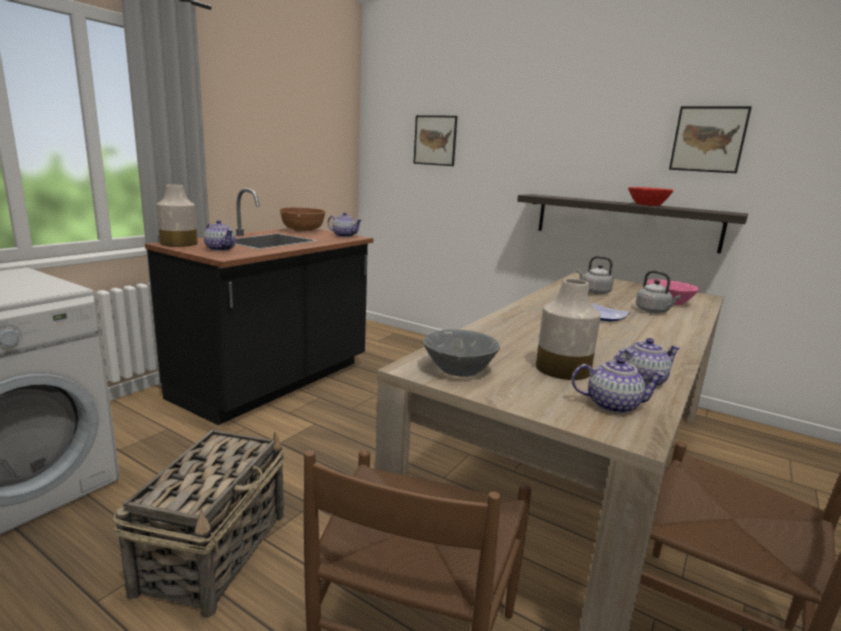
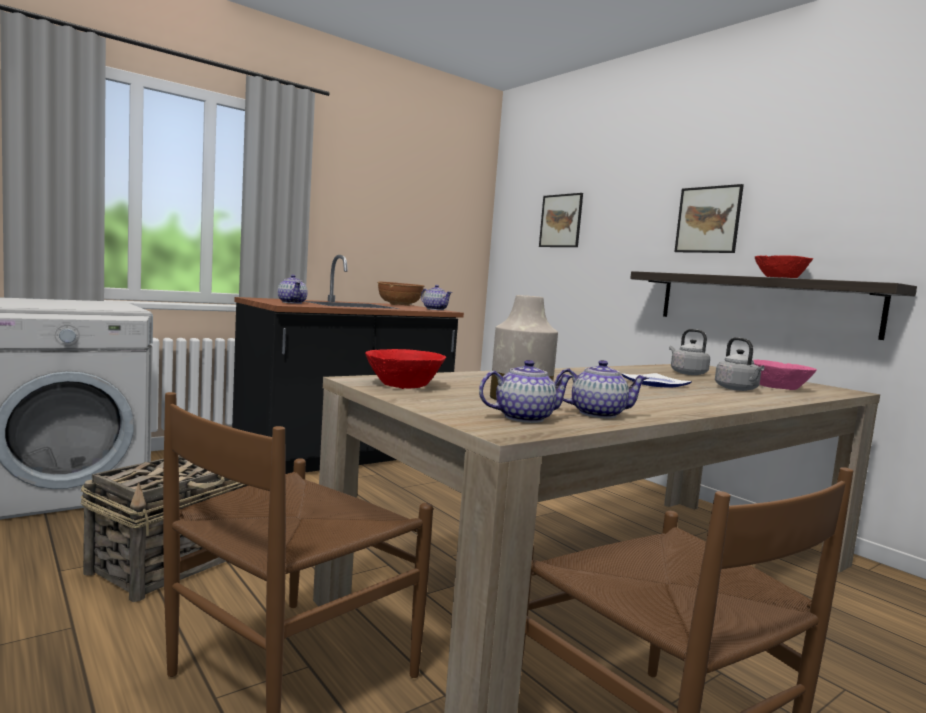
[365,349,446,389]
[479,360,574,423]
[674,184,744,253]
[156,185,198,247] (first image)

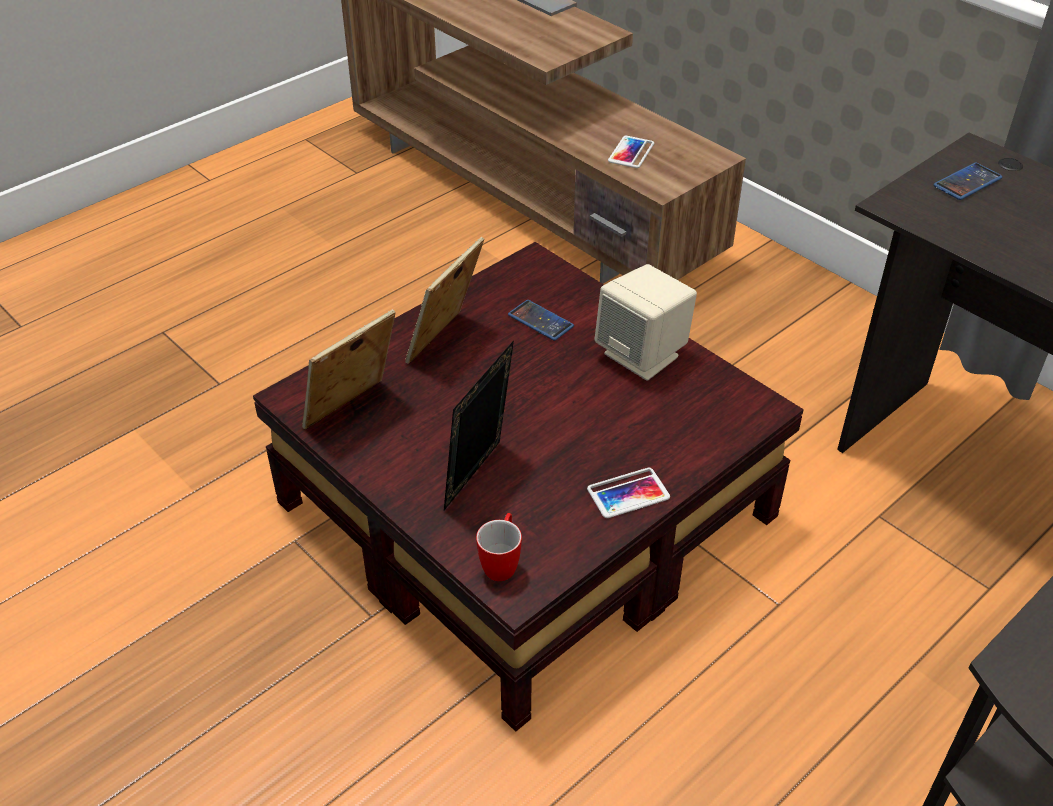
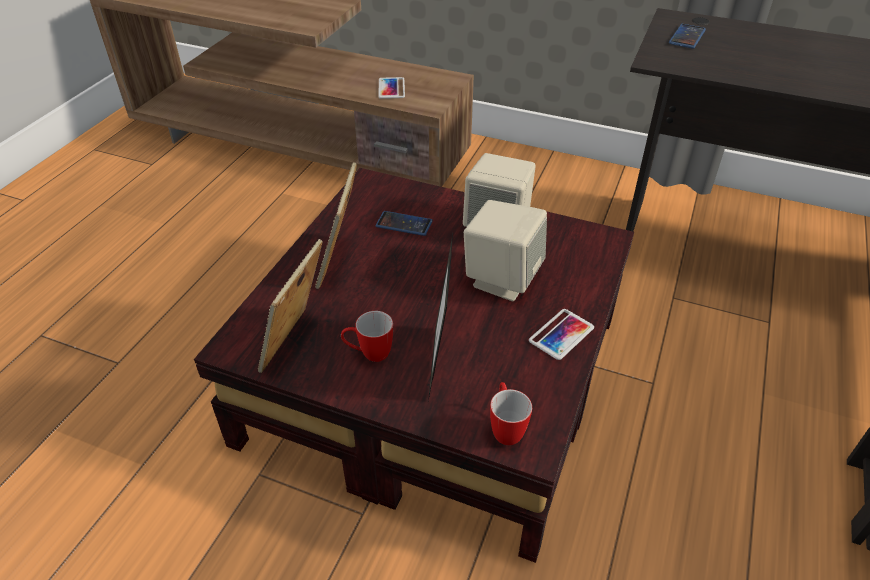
[341,311,393,362]
[464,200,547,301]

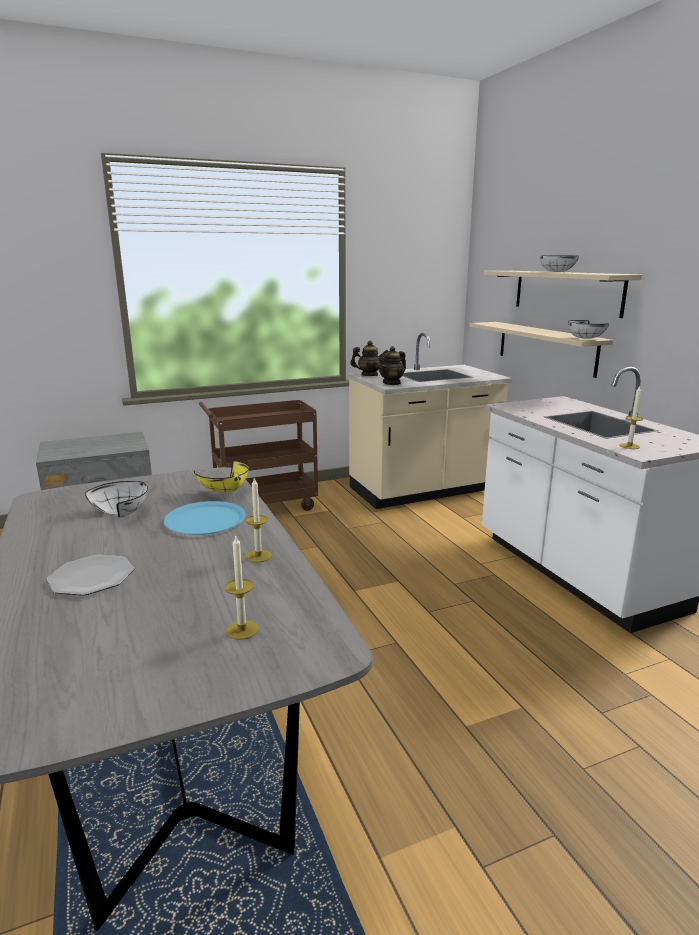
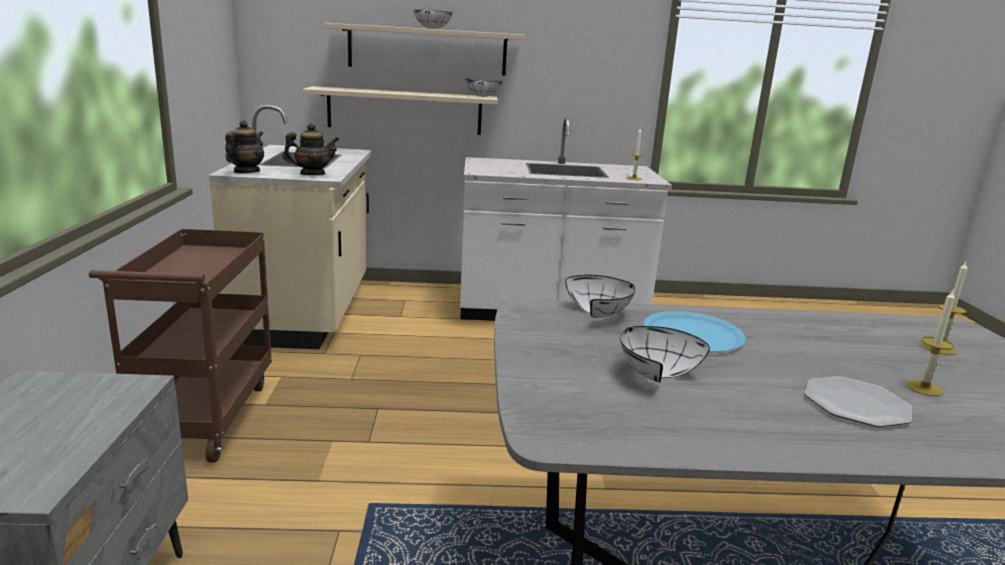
[283,123,339,175]
[565,275,635,318]
[906,290,955,396]

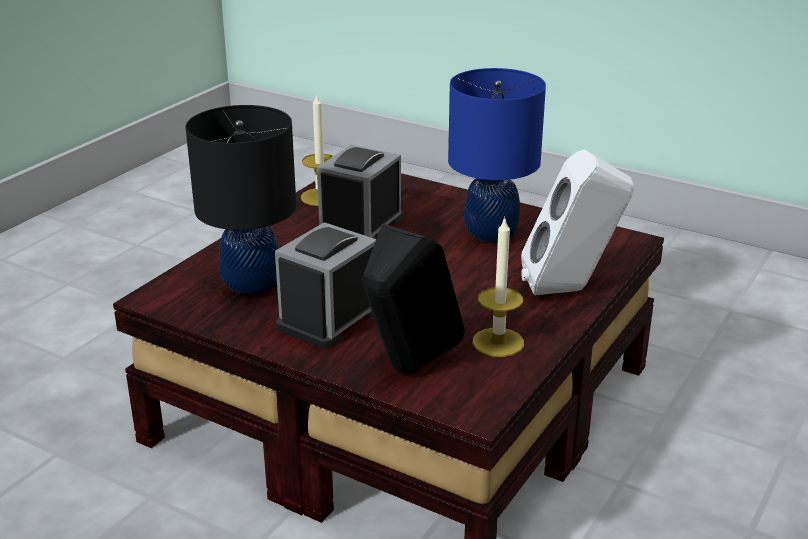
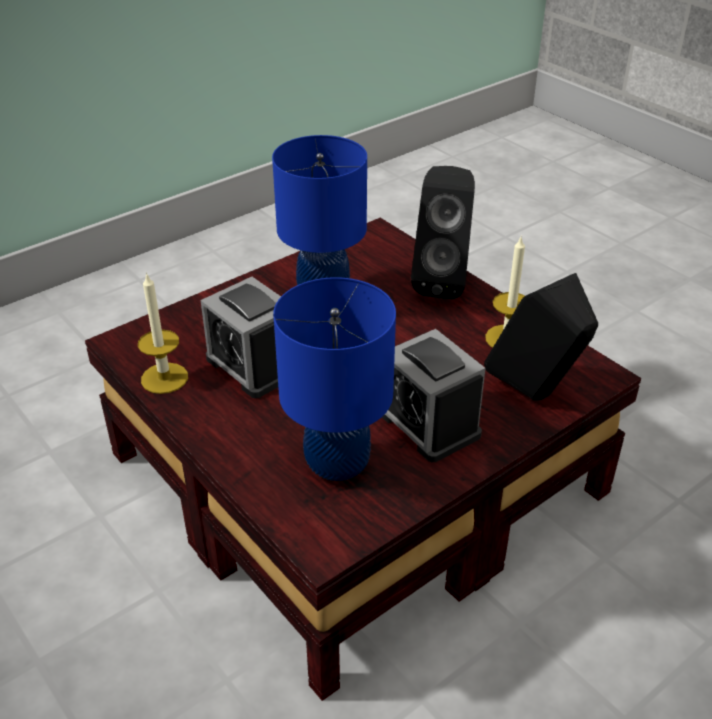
[273,277,396,481]
[411,166,475,299]

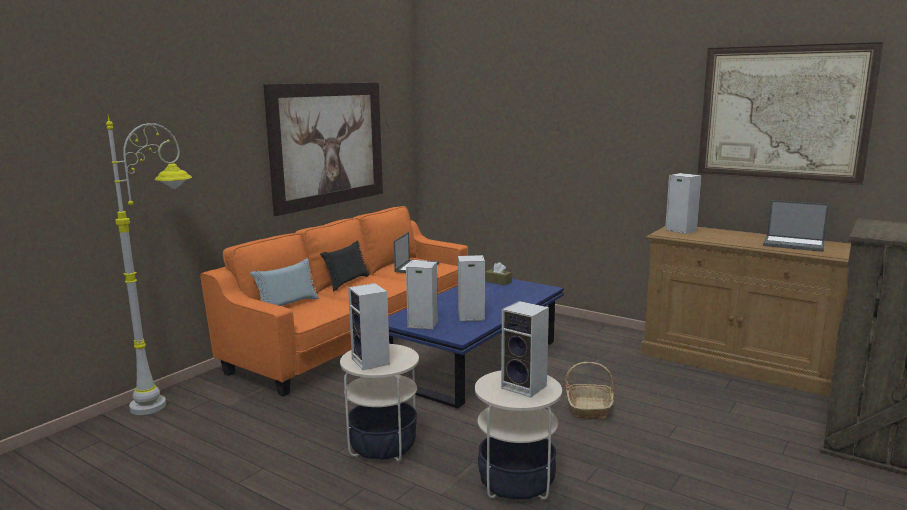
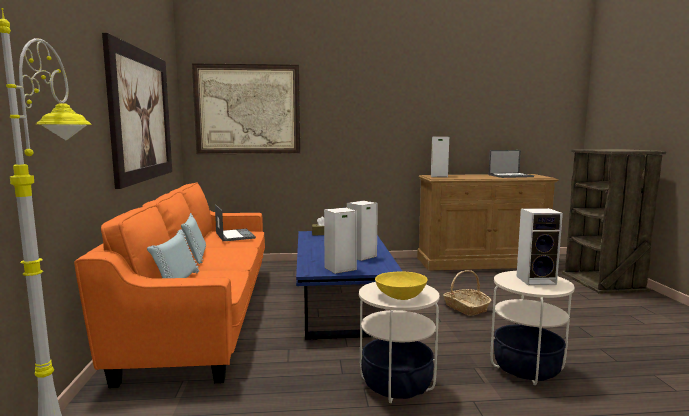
[181,213,206,264]
[192,63,300,154]
[375,271,428,300]

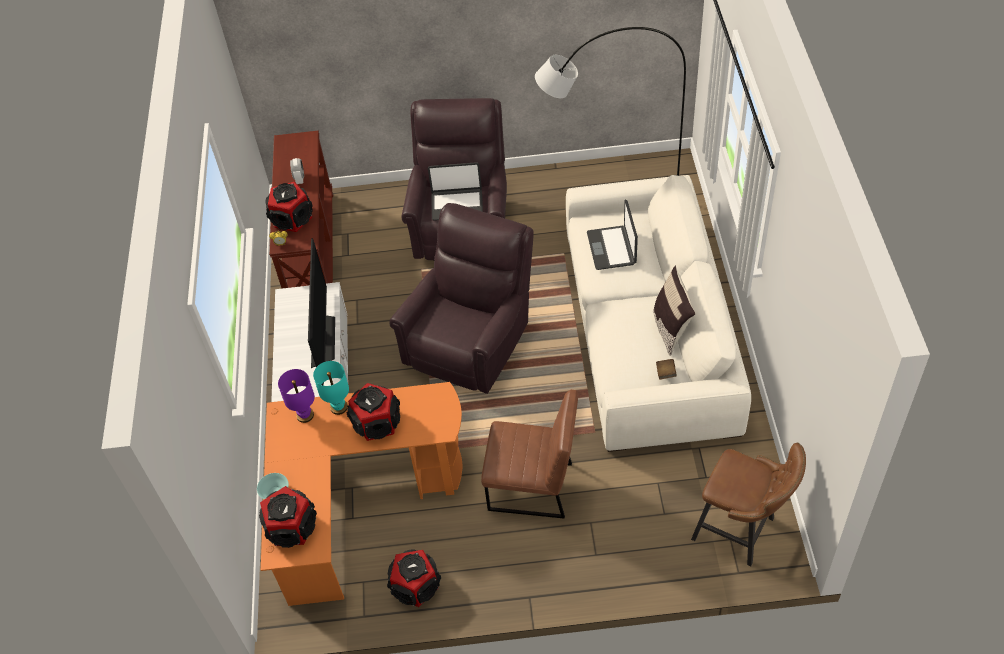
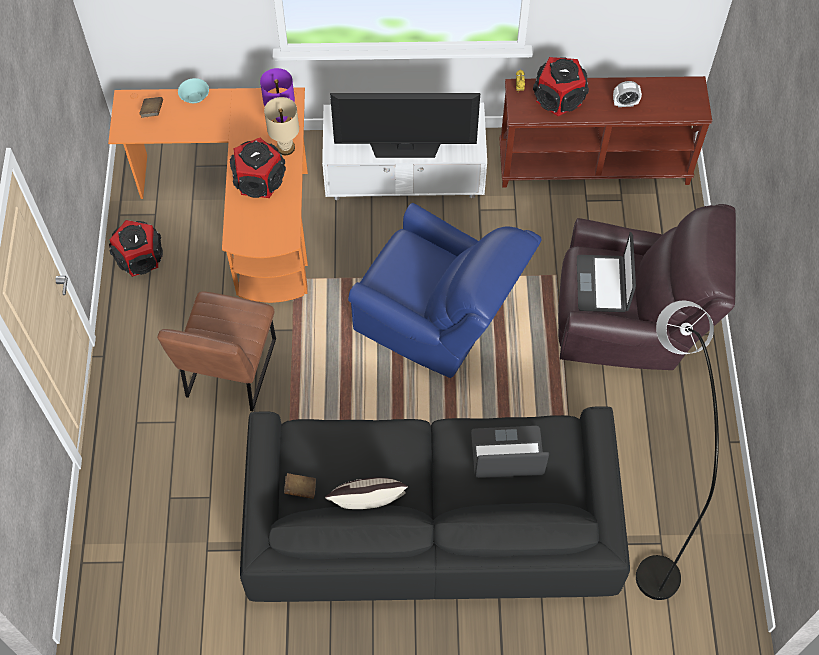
[139,97,163,118]
[240,406,630,602]
[264,97,299,155]
[348,203,542,378]
[691,443,806,566] (first image)

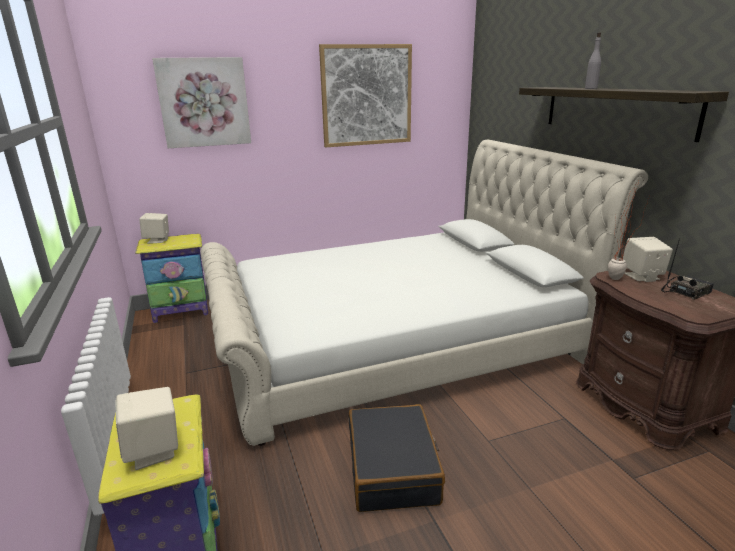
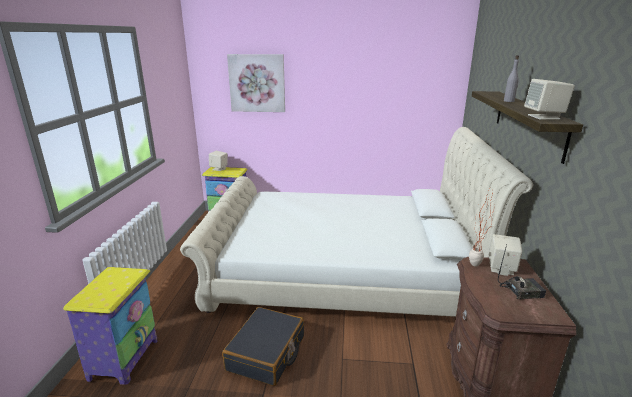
[524,79,575,120]
[319,44,412,147] (first image)

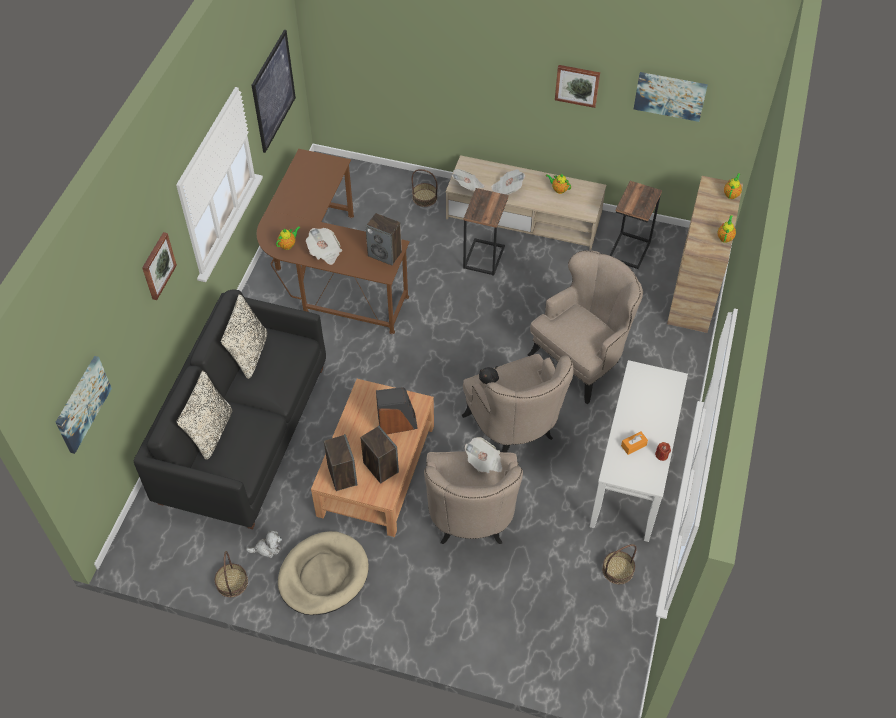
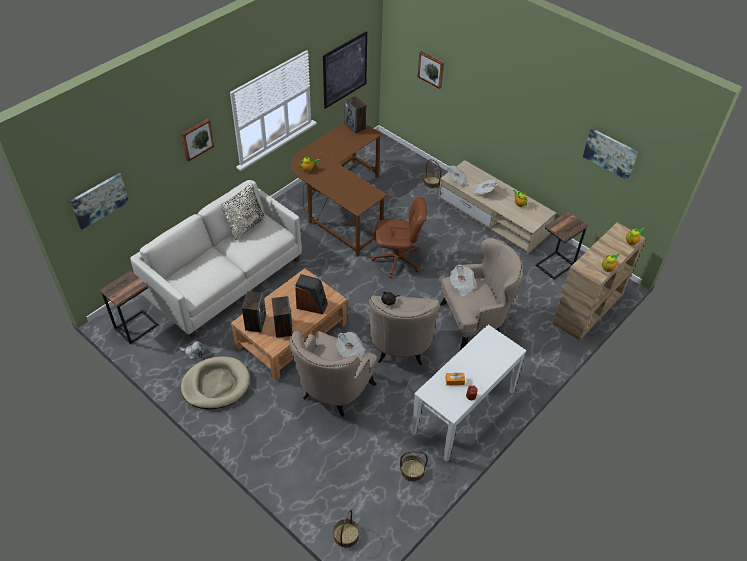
[100,270,159,344]
[130,180,302,338]
[333,510,360,548]
[345,96,367,134]
[371,197,427,278]
[418,51,444,89]
[450,265,475,296]
[177,371,232,459] (first image)

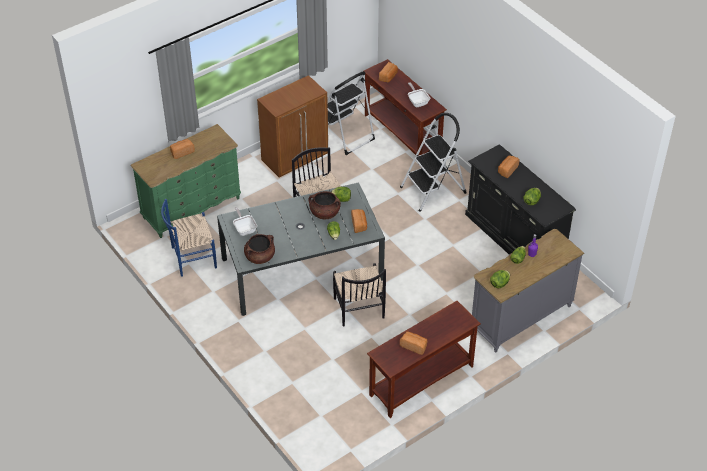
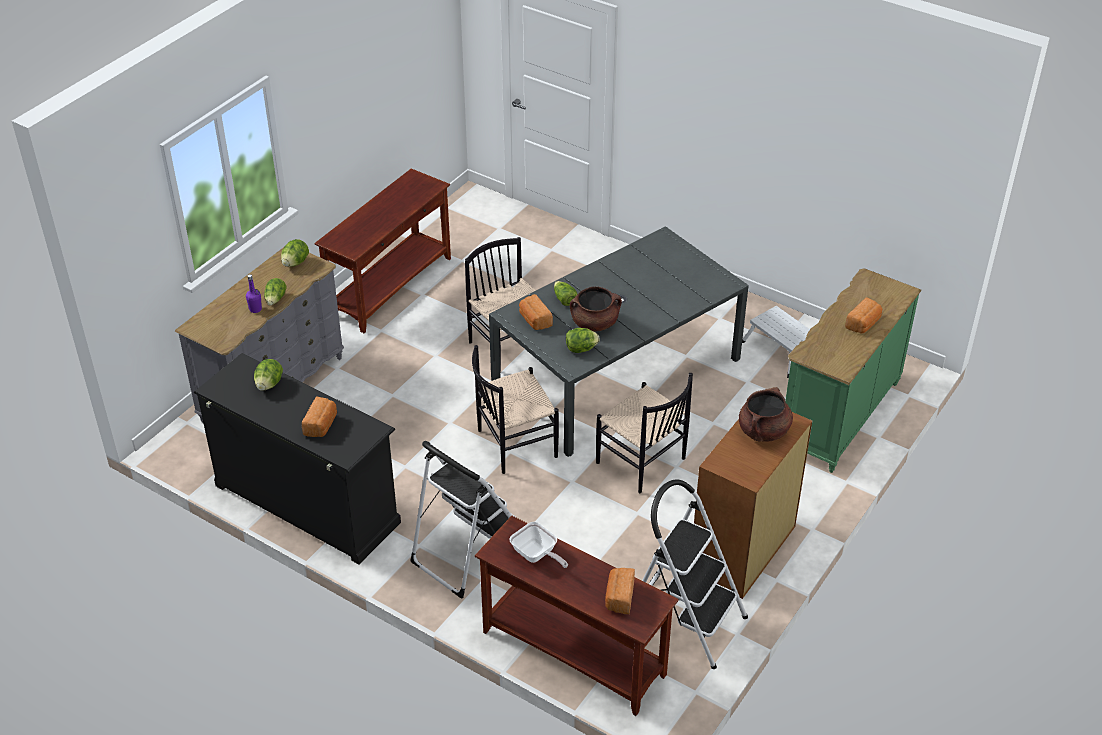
[472,345,559,474]
[739,387,793,442]
[742,305,810,378]
[233,207,257,236] (first image)
[400,331,427,355] (first image)

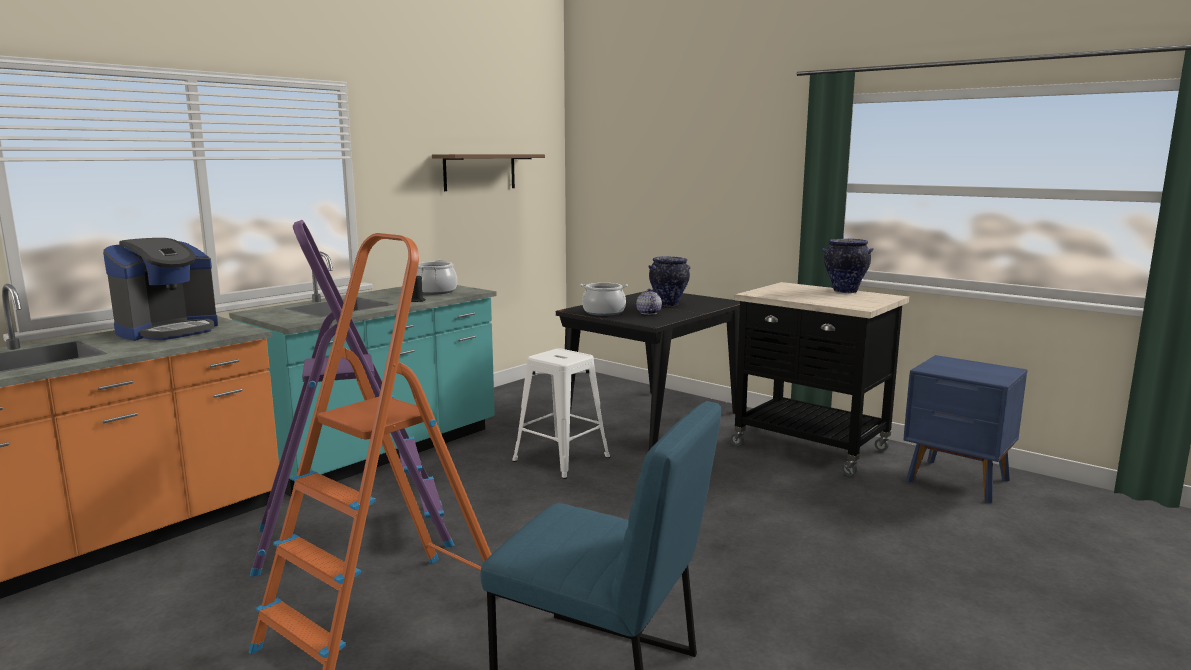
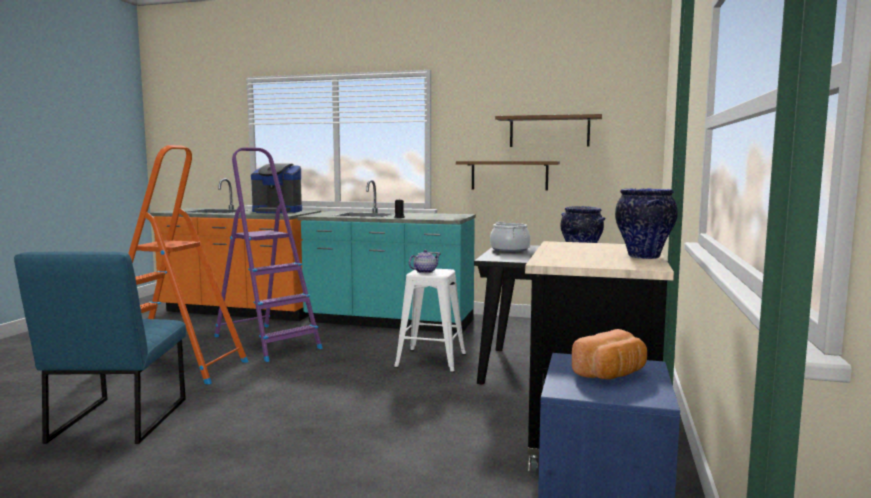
[409,250,441,273]
[456,161,560,191]
[572,329,647,379]
[416,260,457,295] (first image)

